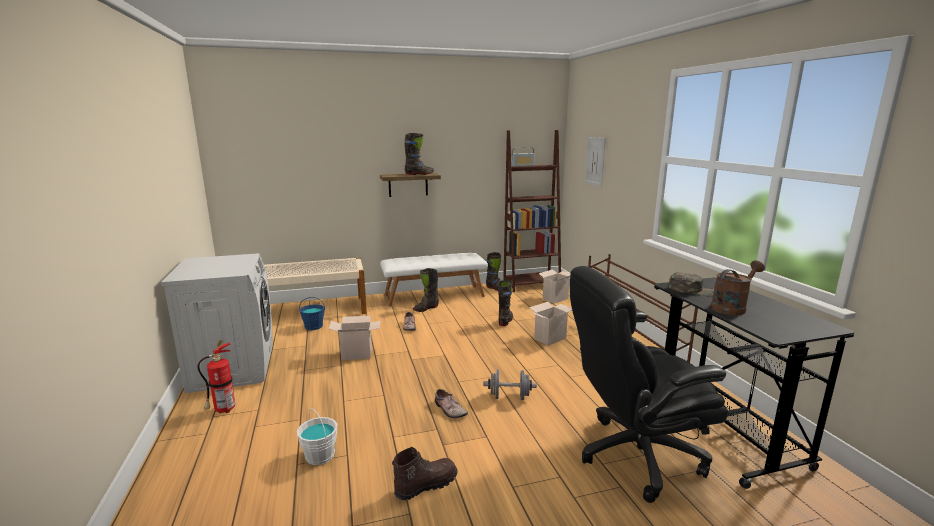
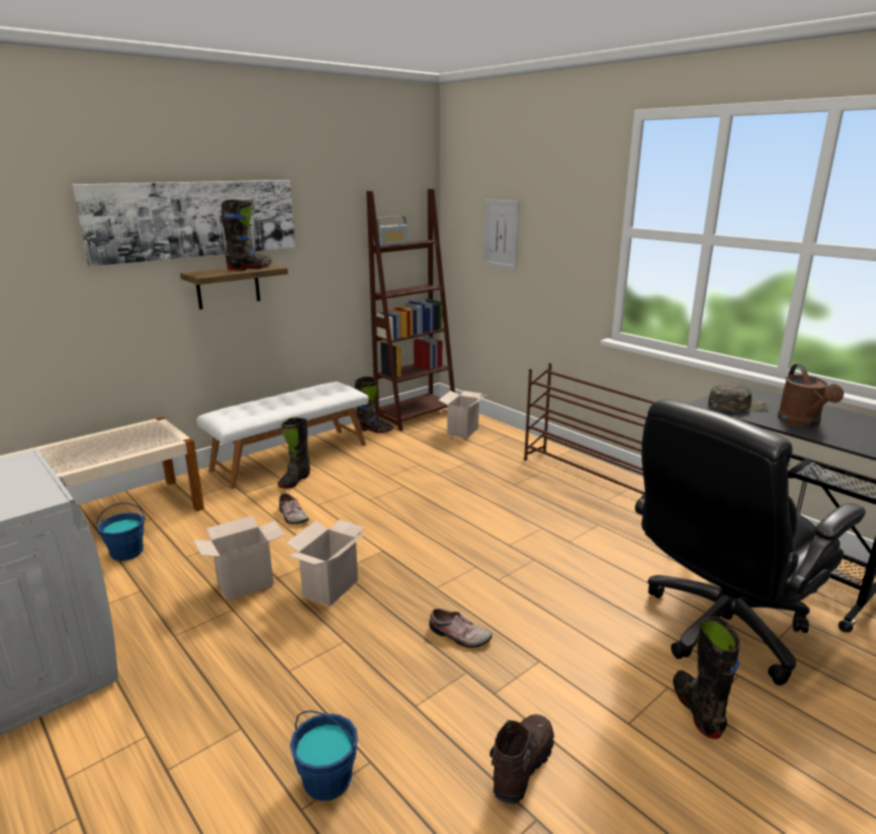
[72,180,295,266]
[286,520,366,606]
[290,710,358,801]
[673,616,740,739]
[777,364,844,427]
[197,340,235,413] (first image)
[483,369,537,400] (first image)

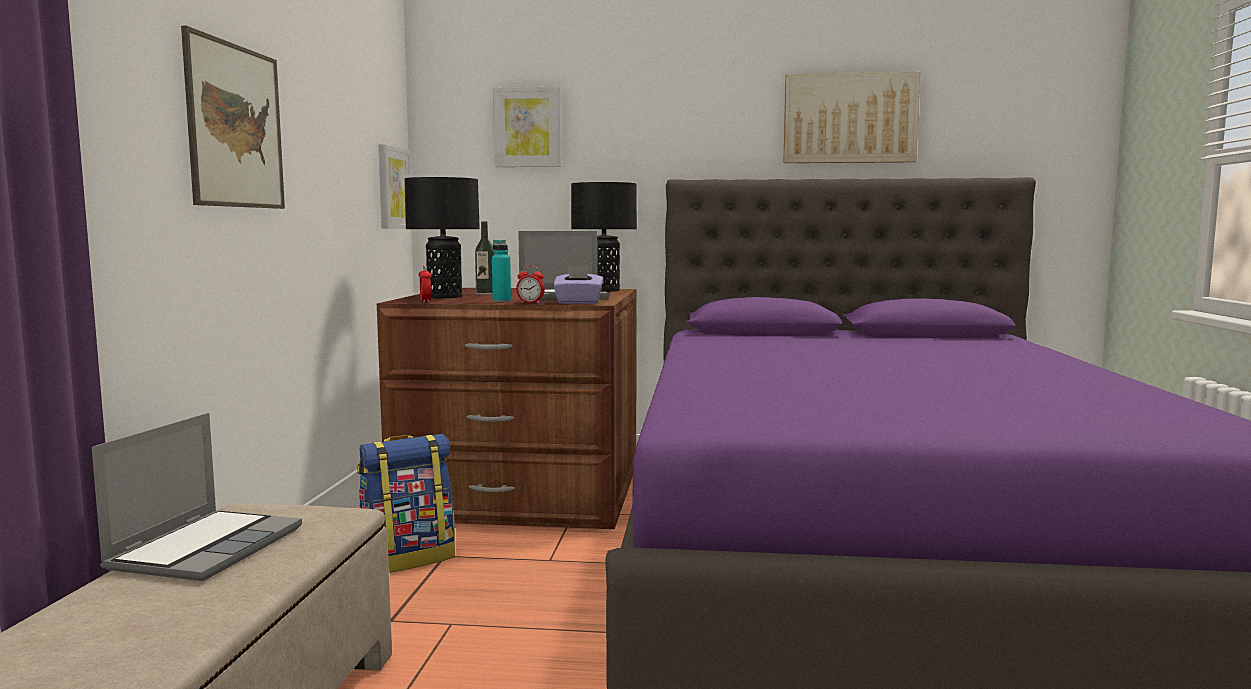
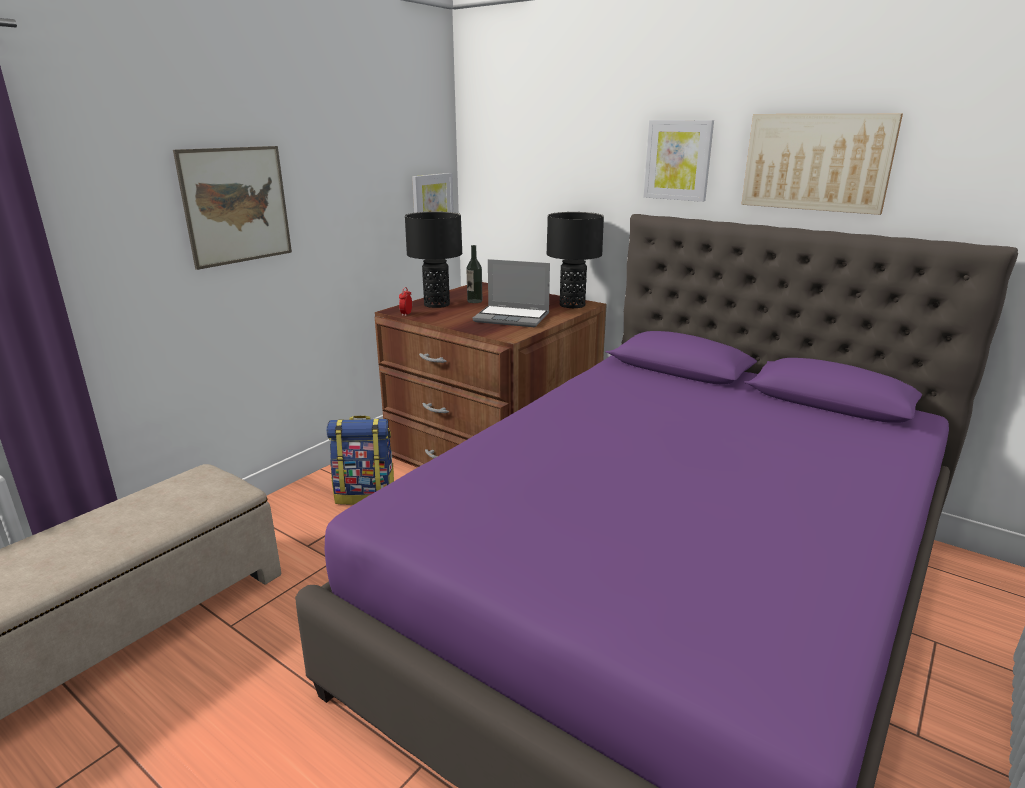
[644,120,714,202]
[92,413,302,581] (first image)
[492,240,511,302] (first image)
[516,265,545,304] (first image)
[553,266,603,304] (first image)

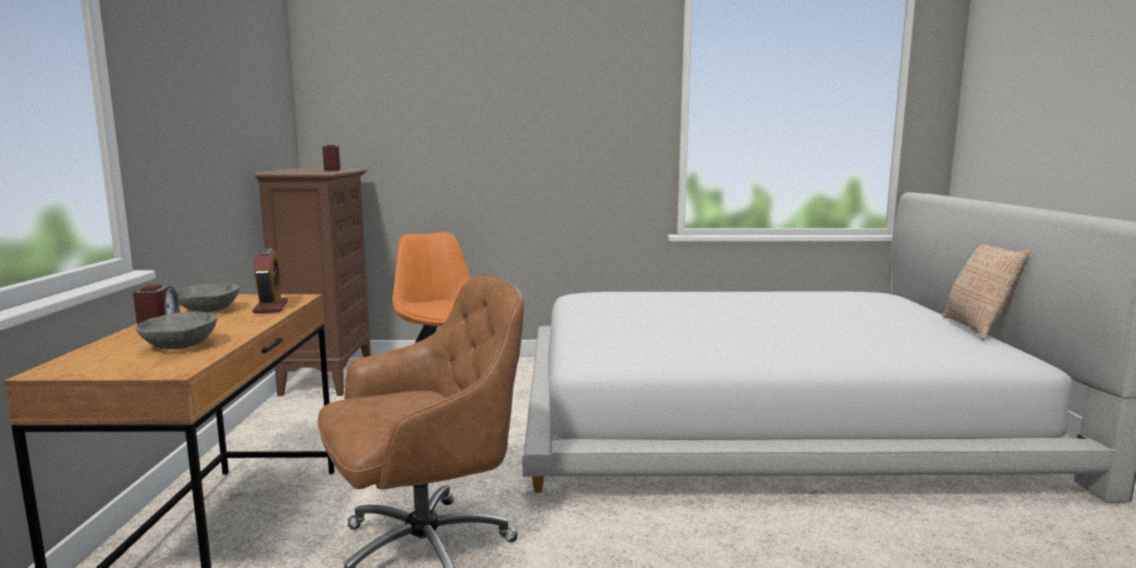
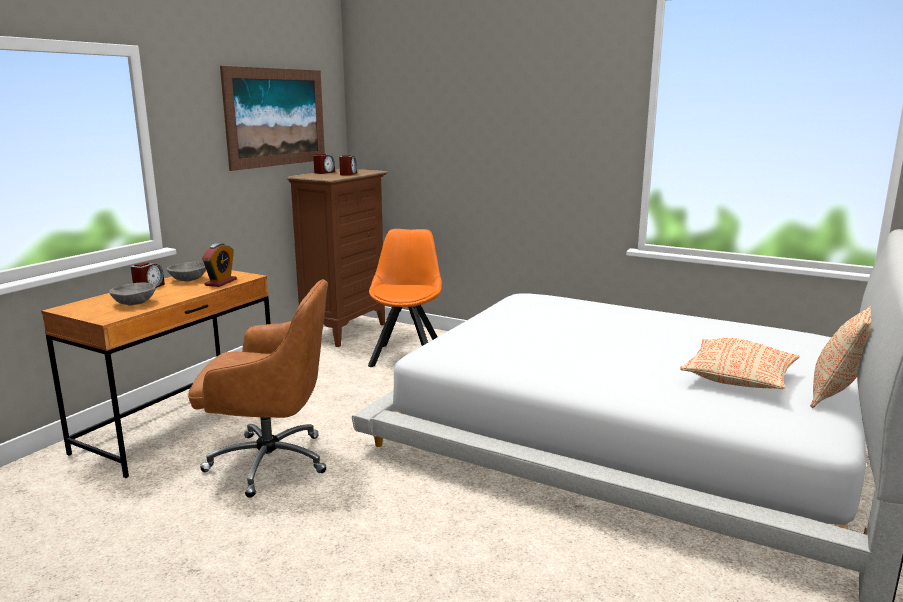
[220,66,325,171]
[313,154,335,174]
[680,338,800,389]

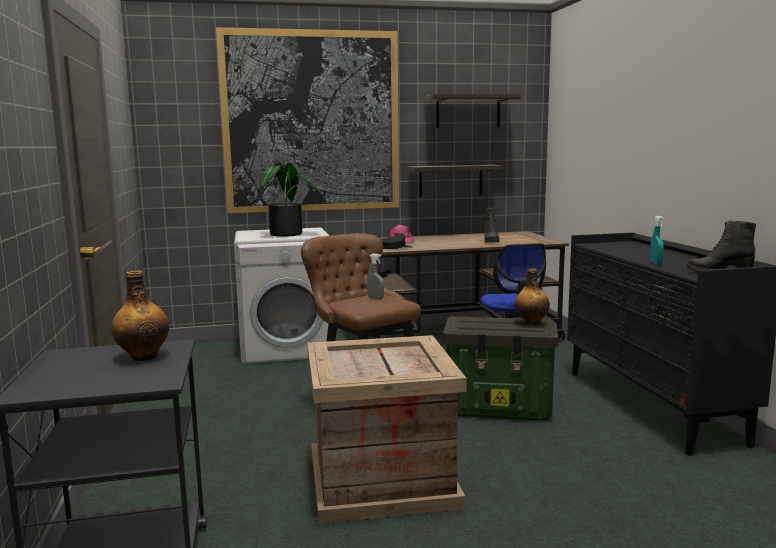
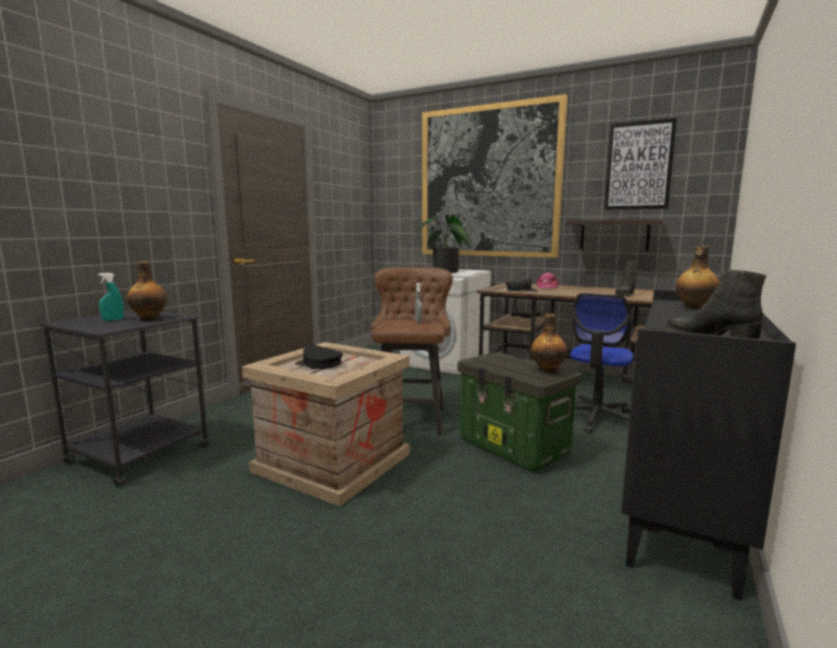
[98,273,124,321]
[295,344,343,369]
[604,118,677,210]
[675,246,719,310]

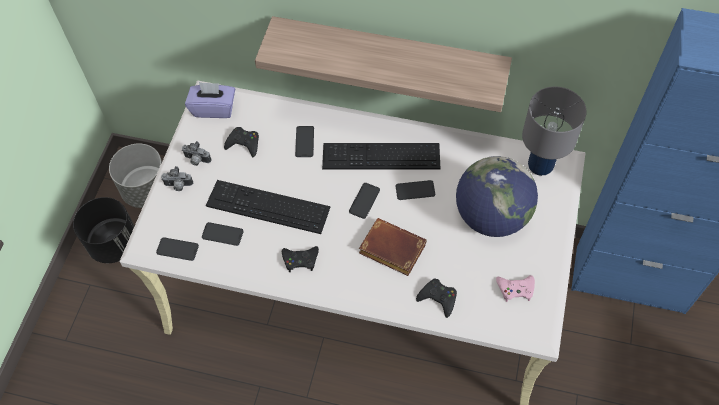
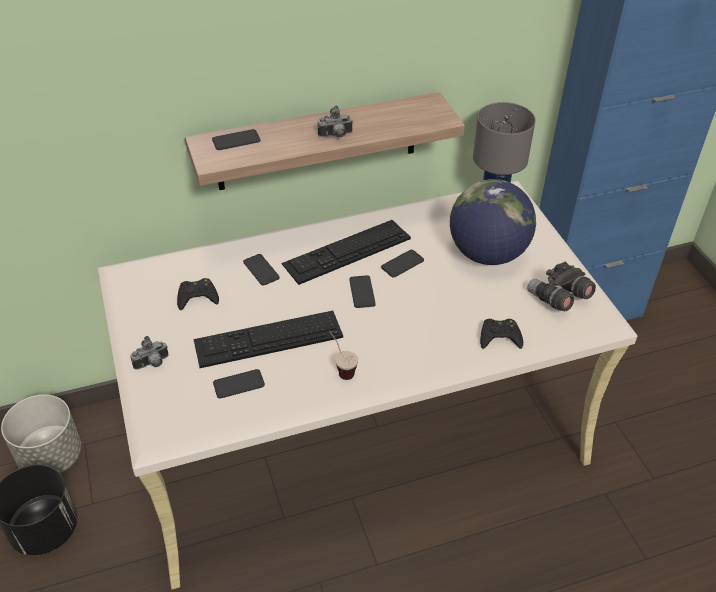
[212,129,261,150]
[318,105,353,138]
[329,331,358,380]
[527,262,596,312]
[185,82,235,118] (first image)
[359,218,427,276] (first image)

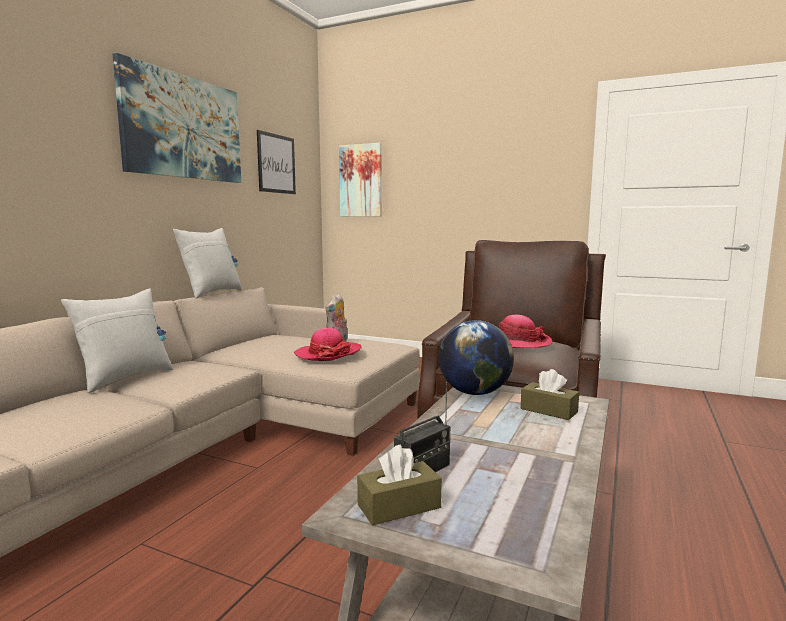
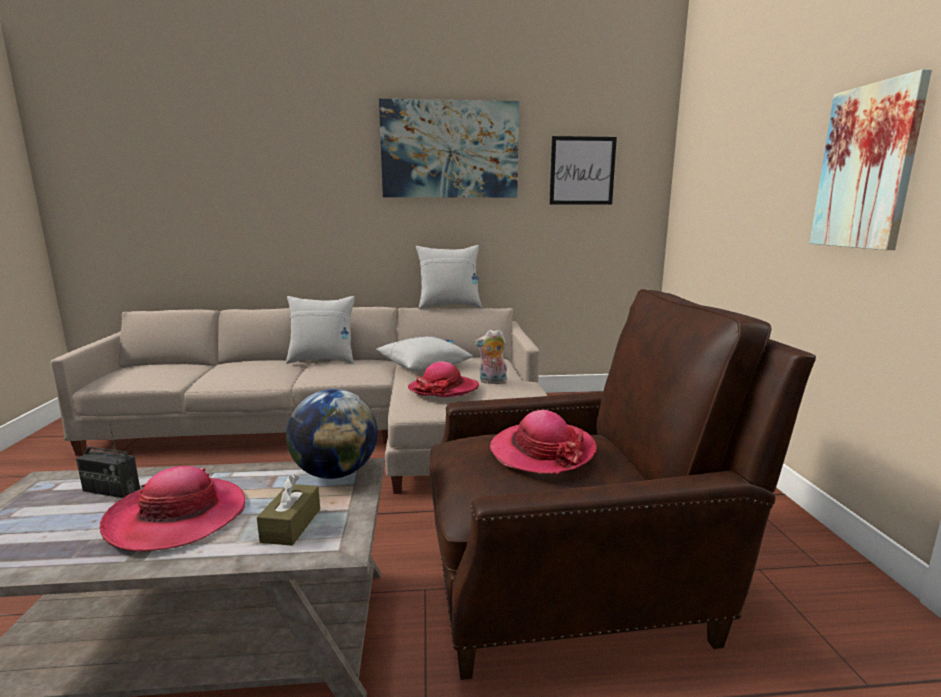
[100,466,245,552]
[376,336,473,371]
[810,69,932,250]
[357,445,442,526] (first image)

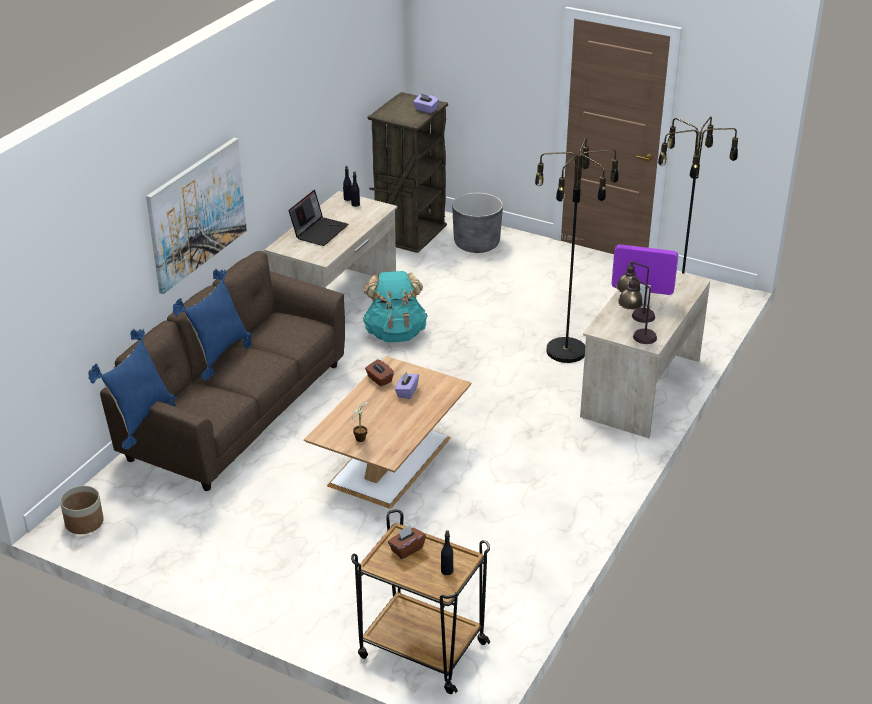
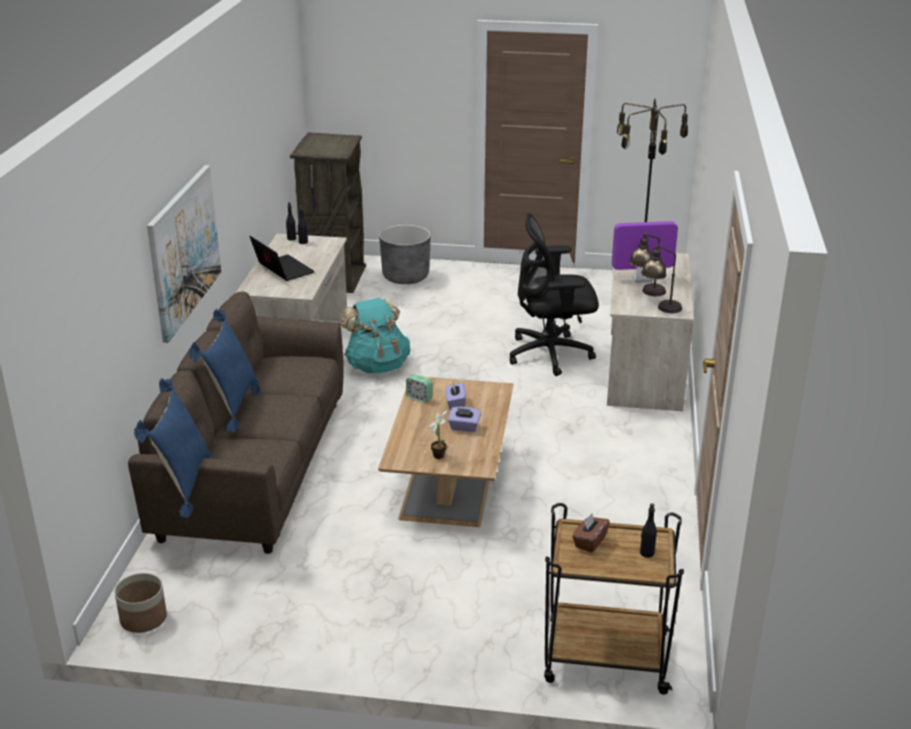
[249,236,315,281]
[406,374,433,403]
[448,407,481,432]
[510,213,599,376]

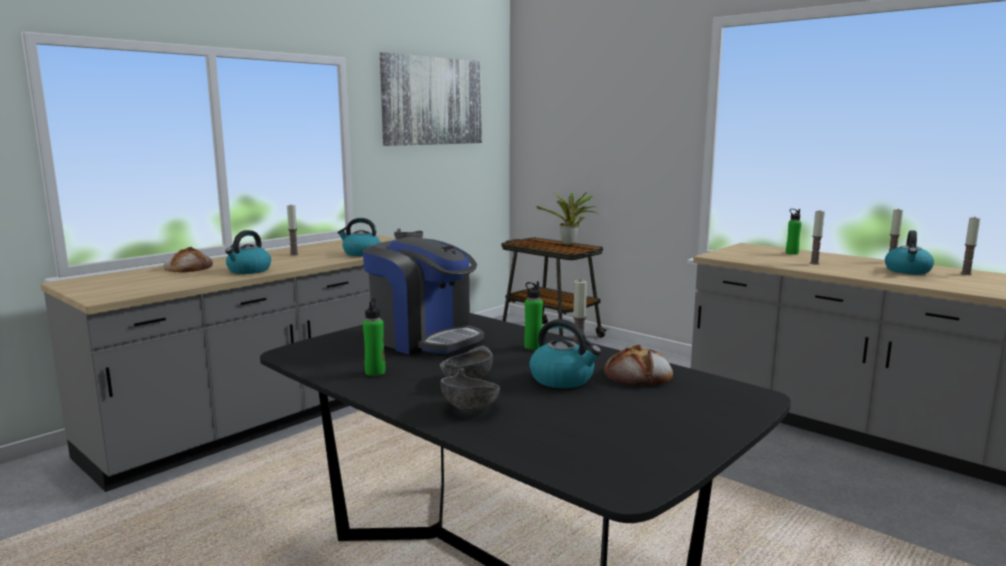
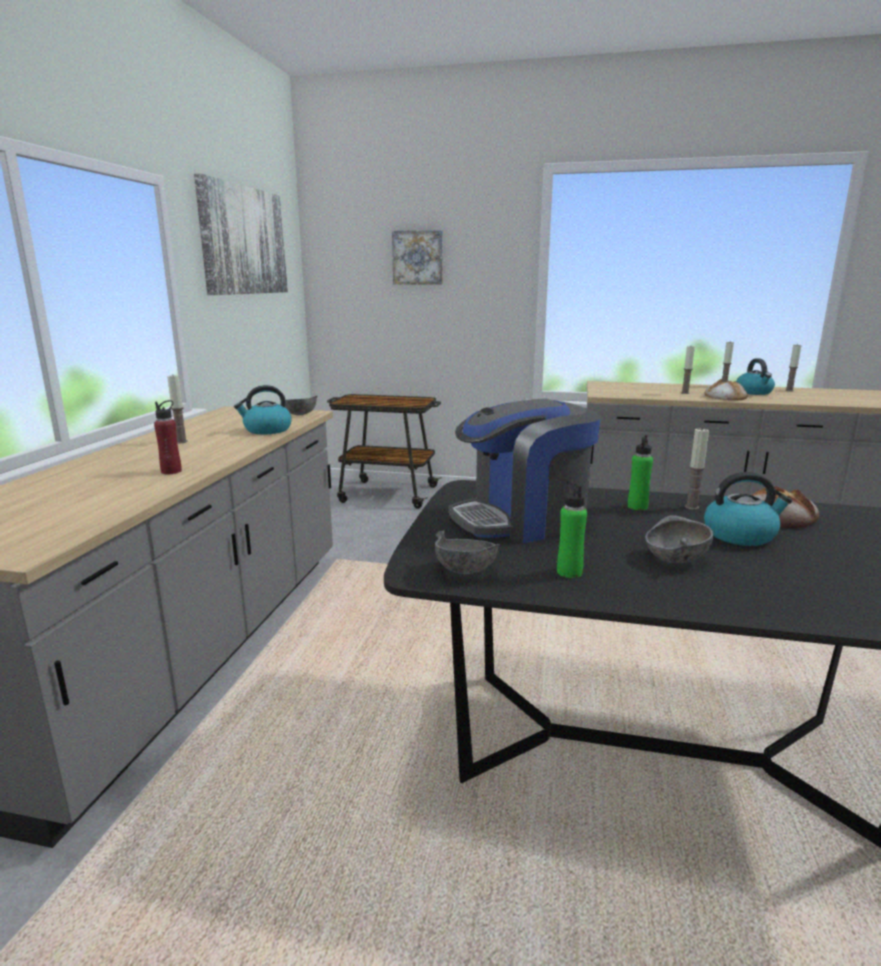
[154,400,182,474]
[392,230,443,285]
[435,530,500,575]
[448,399,600,543]
[705,379,747,401]
[536,192,596,245] (first image)
[786,209,802,255] (first image)

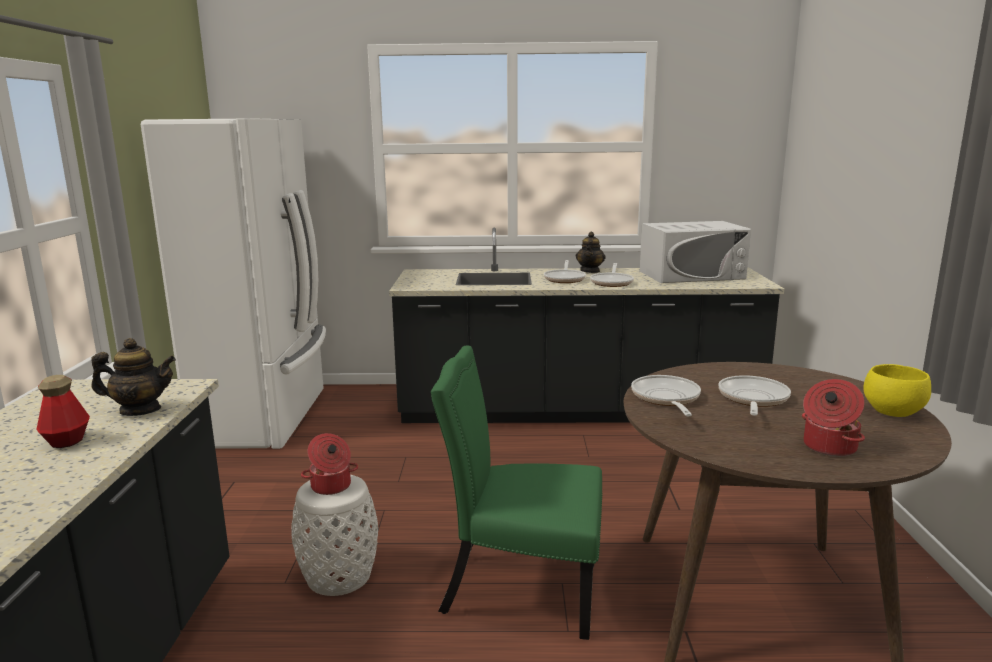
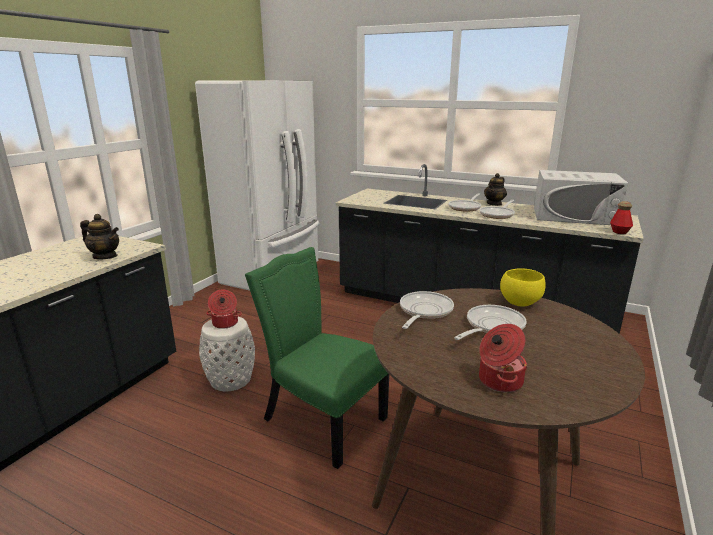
[500,268,546,307]
[610,201,633,234]

